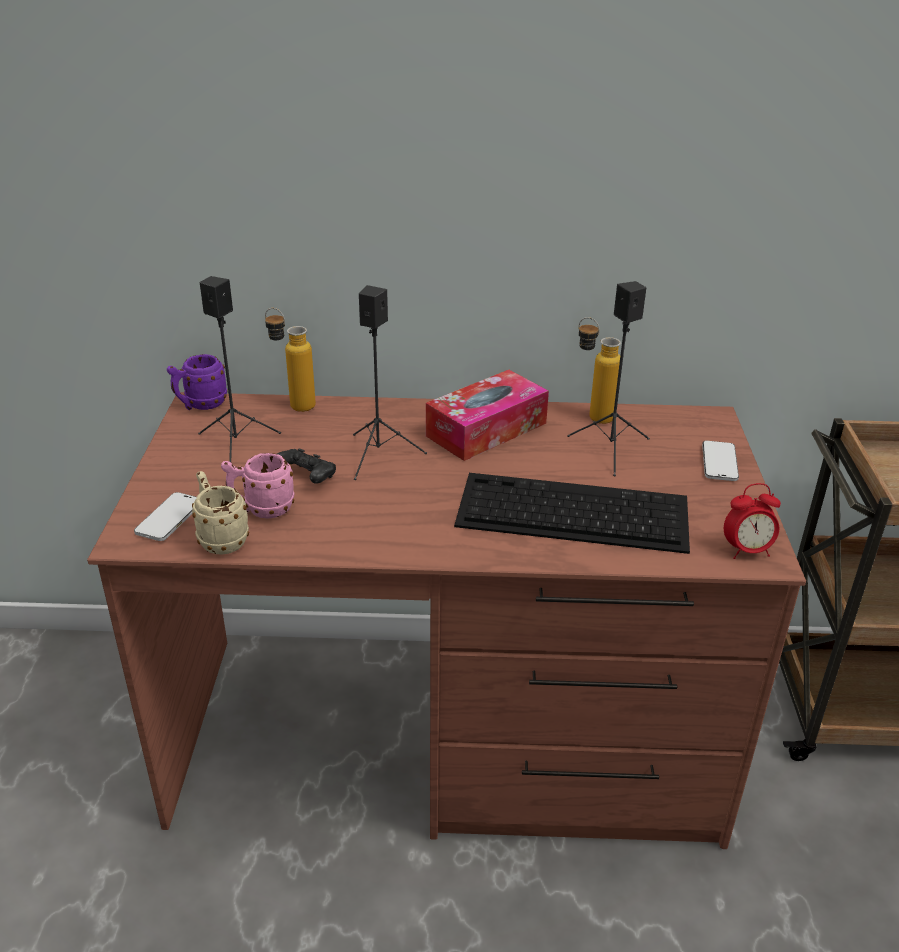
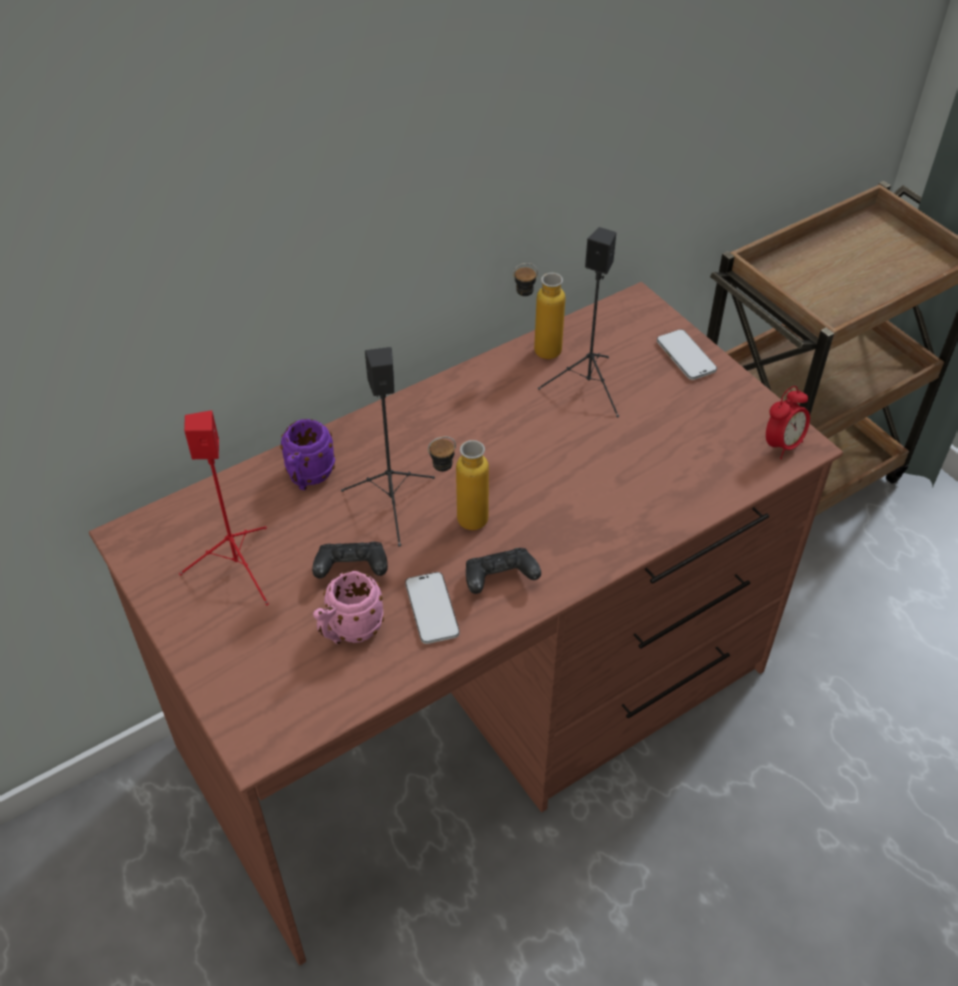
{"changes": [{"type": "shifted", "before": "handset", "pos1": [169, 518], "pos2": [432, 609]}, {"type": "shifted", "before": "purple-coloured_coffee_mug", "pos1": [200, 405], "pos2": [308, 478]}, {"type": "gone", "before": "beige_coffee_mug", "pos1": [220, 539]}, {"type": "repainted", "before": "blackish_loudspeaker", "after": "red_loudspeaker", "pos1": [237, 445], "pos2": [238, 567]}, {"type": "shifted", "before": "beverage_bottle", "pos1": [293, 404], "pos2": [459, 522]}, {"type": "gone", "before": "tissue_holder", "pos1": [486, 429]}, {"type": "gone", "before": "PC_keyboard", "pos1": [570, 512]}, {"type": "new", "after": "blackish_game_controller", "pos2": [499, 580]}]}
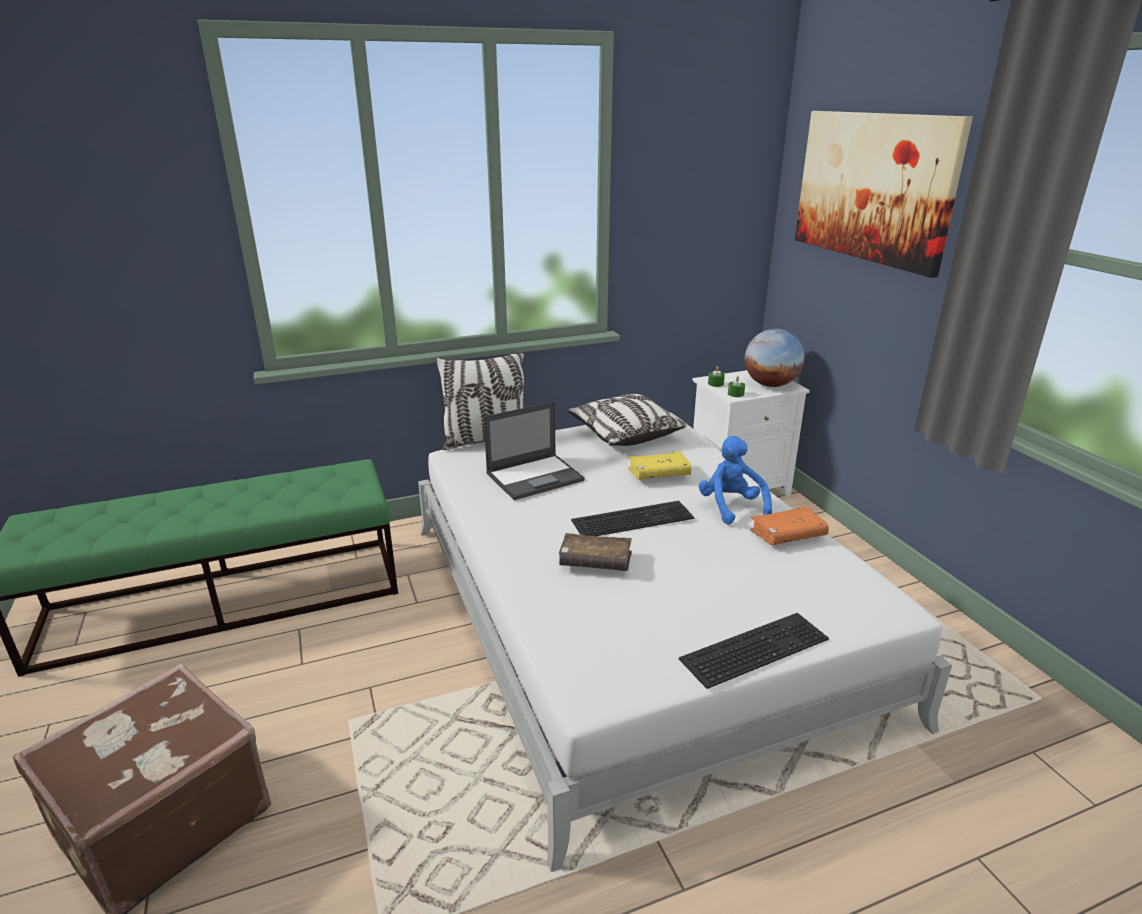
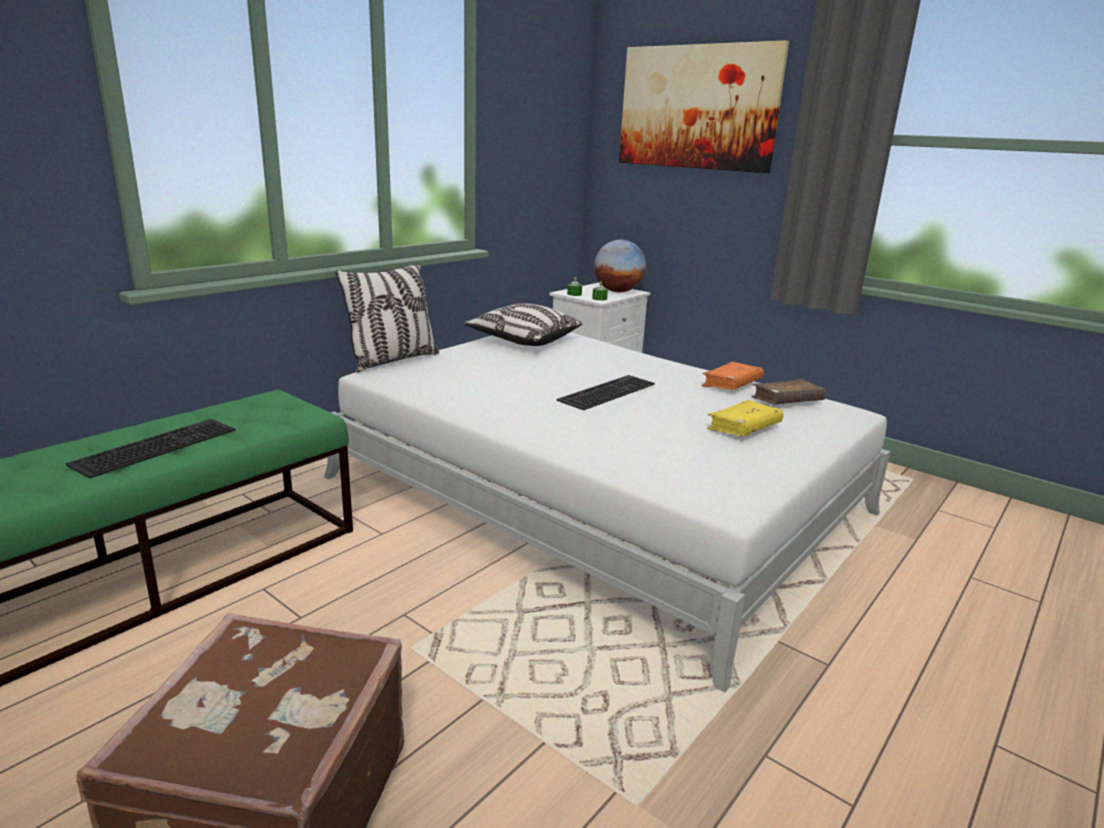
{"changes": [{"type": "gone", "before": "portable_computer", "pos1": [535, 476]}, {"type": "shifted", "before": "brownish_book", "pos1": [595, 561], "pos2": [787, 401]}, {"type": "shifted", "before": "yellow_book", "pos1": [658, 474], "pos2": [744, 428]}, {"type": "shifted", "before": "PC_keyboard", "pos1": [754, 646], "pos2": [156, 445]}, {"type": "gone", "before": "blue_plush_toy", "pos1": [731, 507]}]}
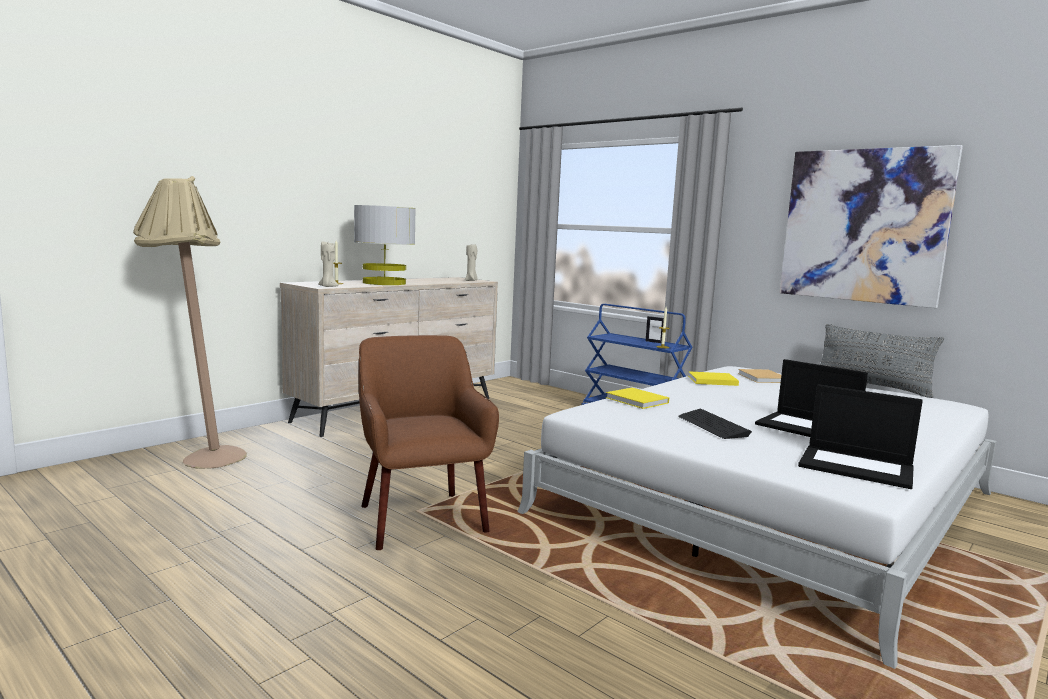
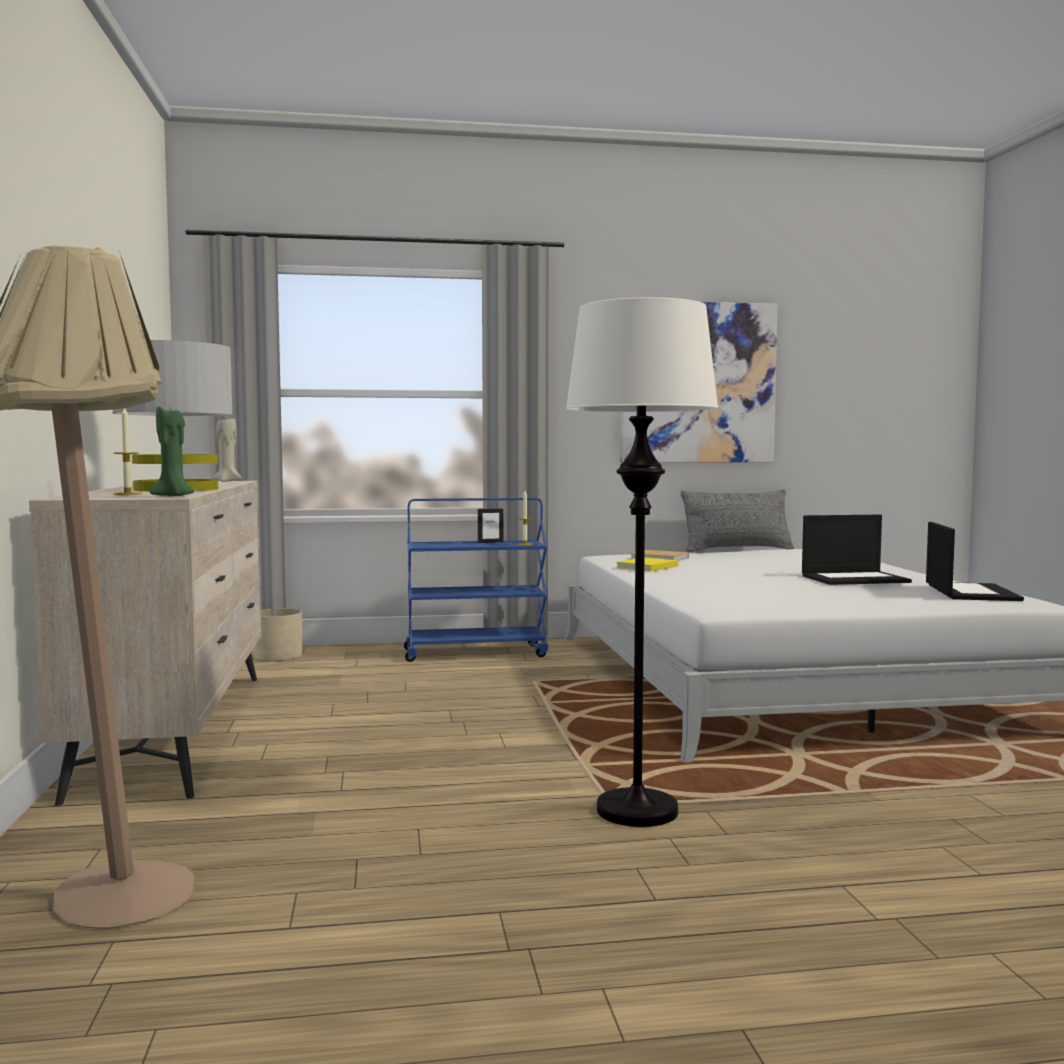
{"changes": [{"type": "repainted", "before": "beige_wax_light", "after": "greenish_wax_light", "pos1": [327, 287], "pos2": [173, 496]}, {"type": "swapped", "before": "brownish_armchair", "after": "white-coloured_standard_lamp", "pos1": [420, 518], "pos2": [636, 810]}, {"type": "gone", "before": "yellow_book", "pos1": [638, 401]}, {"type": "gone", "before": "PC_keyboard", "pos1": [712, 426]}, {"type": "rotated", "before": "portable_computer", "pos1": [857, 467], "pos2": [970, 592], "turn": -60}, {"type": "new", "after": "beige_planter", "pos2": [278, 656]}]}
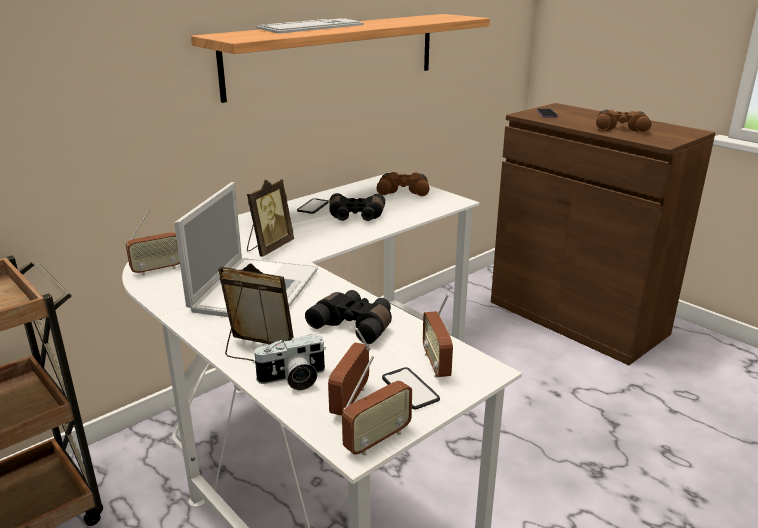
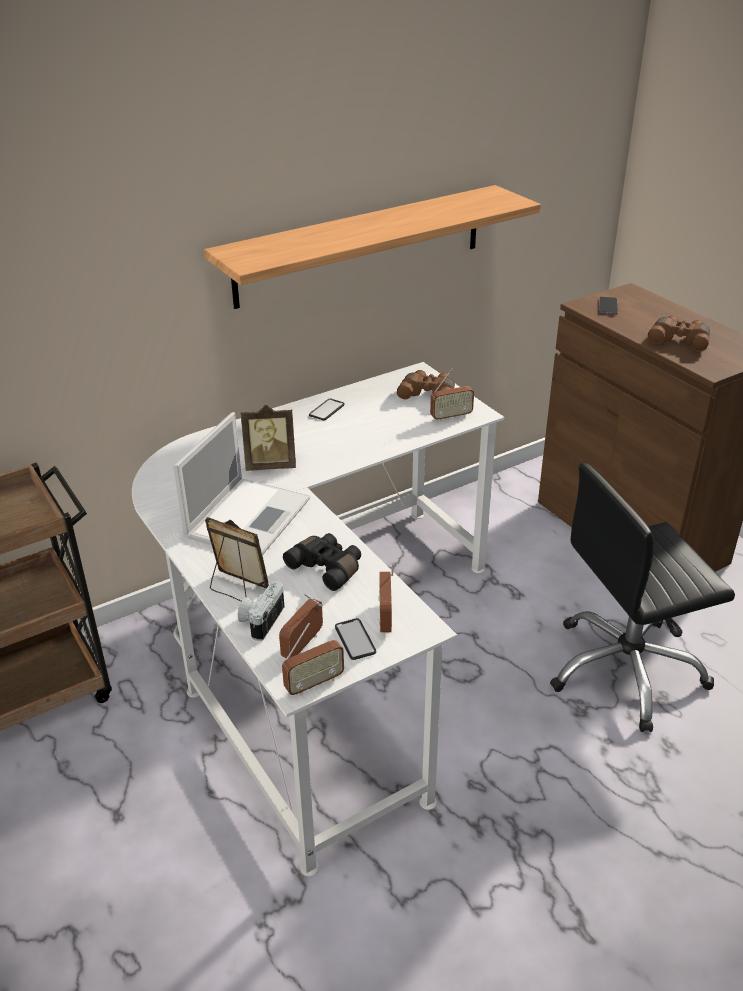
{"changes": [{"type": "shifted", "before": "radio", "pos1": [157, 269], "pos2": [451, 417]}, {"type": "rotated", "before": "standing_frame", "pos1": [269, 248], "pos2": [271, 465], "turn": 45}, {"type": "rotated", "before": "photo_camera", "pos1": [293, 380], "pos2": [261, 619], "turn": 120}, {"type": "gone", "before": "PC_keyboard", "pos1": [311, 27]}, {"type": "gone", "before": "blackish_pair_of_binoculars", "pos1": [356, 217]}, {"type": "new", "after": "blackish_computer_chair", "pos2": [626, 670]}]}
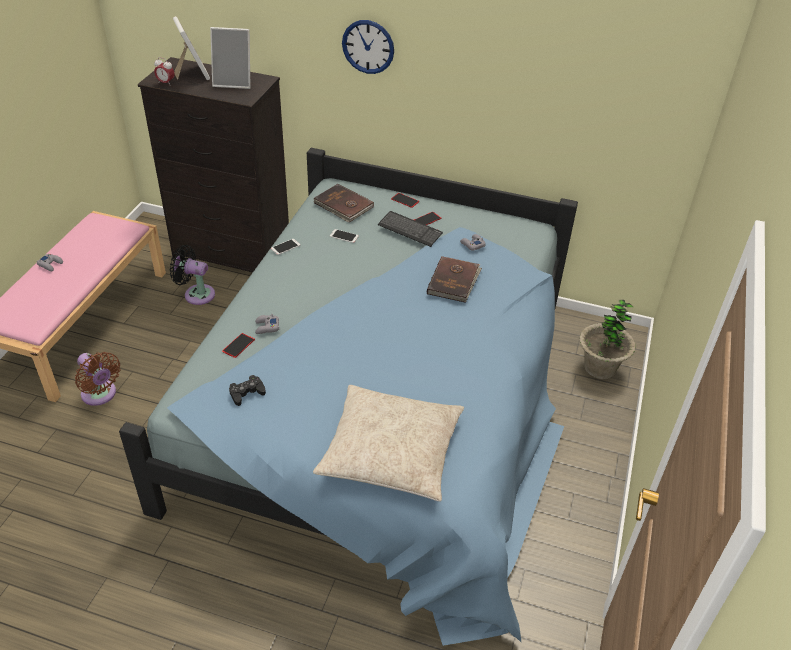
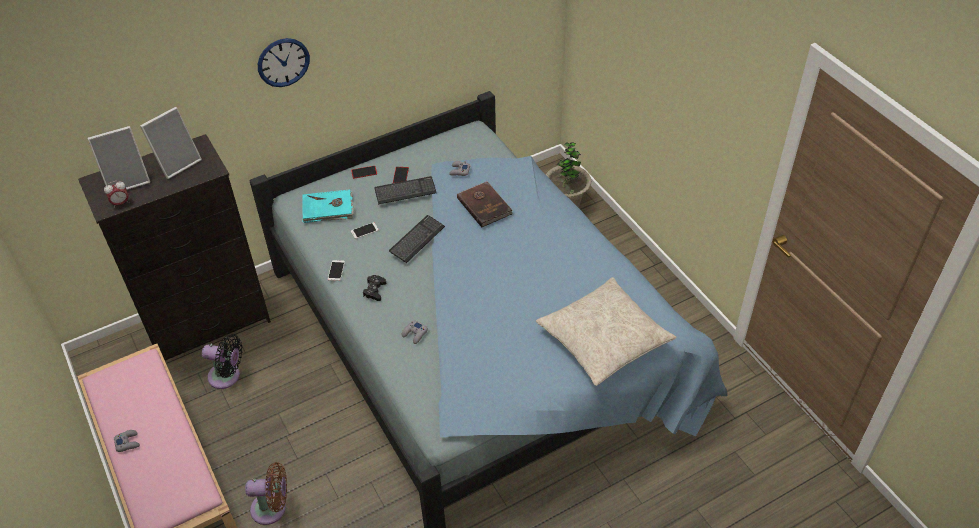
{"changes": [{"type": "rotated", "before": "blackish_fan", "pos1": [196, 294], "pos2": [227, 376], "turn": -135}, {"type": "rotated", "before": "standing_frame", "pos1": [192, 73], "pos2": [127, 180], "turn": 135}, {"type": "gone", "before": "handset", "pos1": [238, 345]}, {"type": "shifted", "before": "blackish_game_controller", "pos1": [247, 393], "pos2": [374, 290]}, {"type": "repainted", "before": "brownish_book", "after": "blue-green_book", "pos1": [343, 206], "pos2": [328, 209]}, {"type": "new", "after": "PC_keyboard", "pos2": [417, 240]}]}
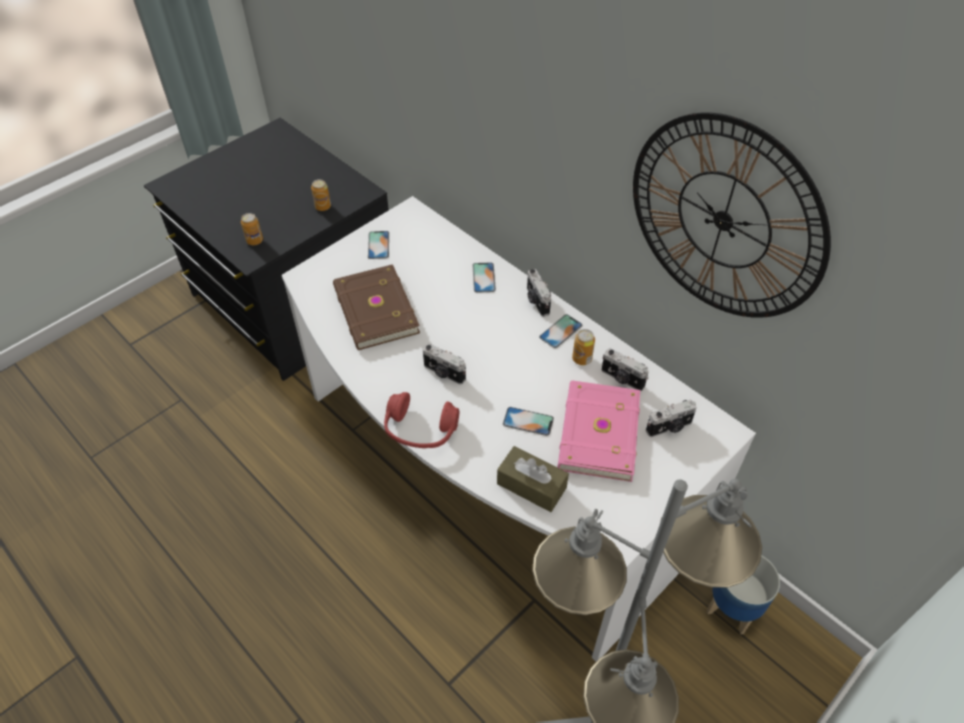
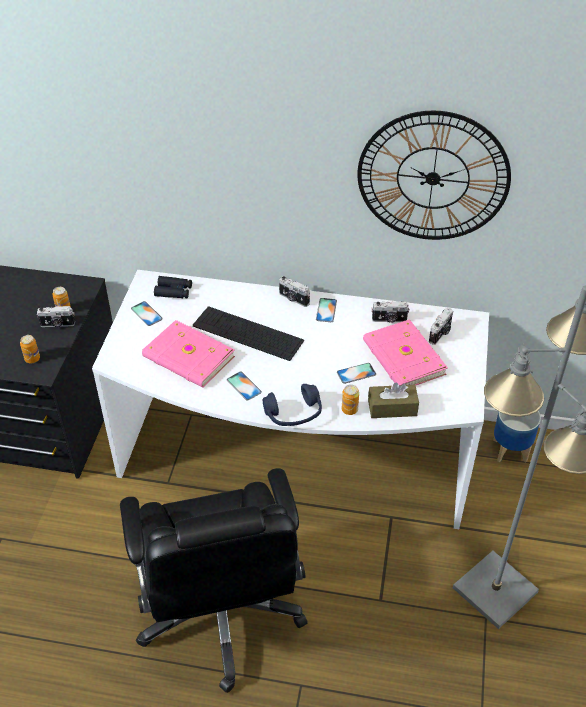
{"changes": [{"type": "repainted", "before": "brownish_book", "after": "pink-coloured_book", "pos1": [374, 311], "pos2": [188, 358]}, {"type": "repainted", "before": "red_pair_of_headphones", "after": "blue_pair_of_headphones", "pos1": [420, 430], "pos2": [293, 413]}, {"type": "shifted", "before": "photo_camera", "pos1": [443, 373], "pos2": [57, 325]}, {"type": "shifted", "before": "handset", "pos1": [483, 277], "pos2": [244, 386]}, {"type": "shifted", "before": "can", "pos1": [582, 359], "pos2": [349, 409]}, {"type": "new", "after": "blackish_computer_chair", "pos2": [221, 615]}, {"type": "new", "after": "blackish_pair_of_binoculars", "pos2": [173, 291]}, {"type": "new", "after": "PC_keyboard", "pos2": [248, 333]}]}
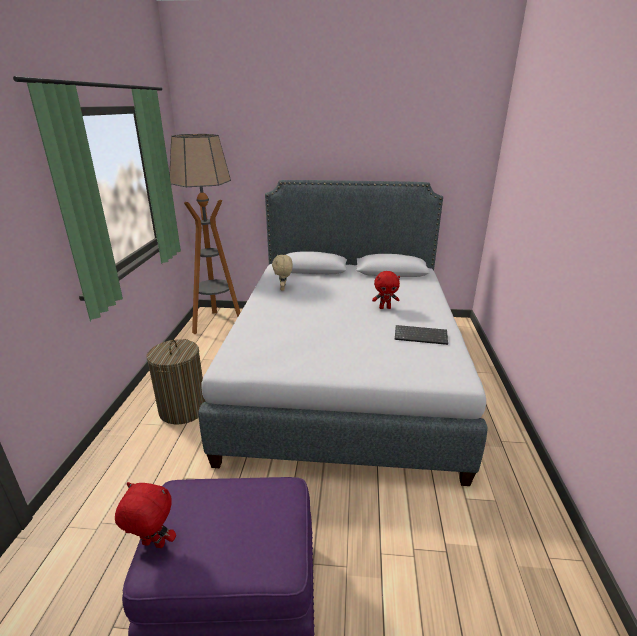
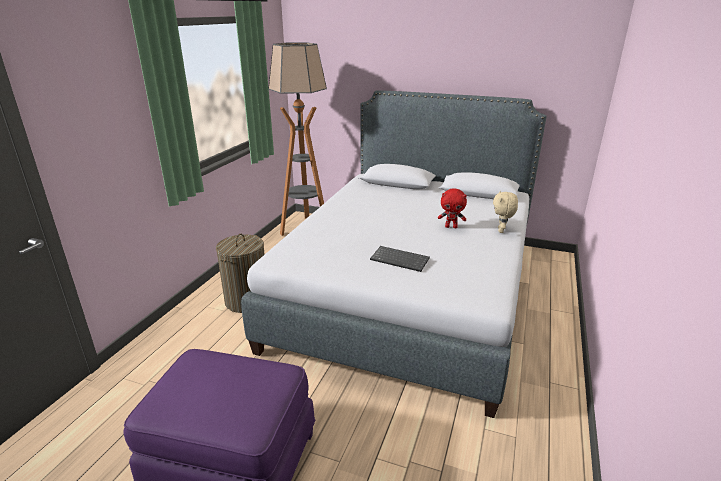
{"changes": [{"type": "gone", "before": "red_plush_toy", "pos1": [152, 545]}, {"type": "shifted", "before": "beige_plush_toy", "pos1": [283, 288], "pos2": [501, 230]}, {"type": "shifted", "before": "PC_keyboard", "pos1": [421, 336], "pos2": [400, 259]}]}
